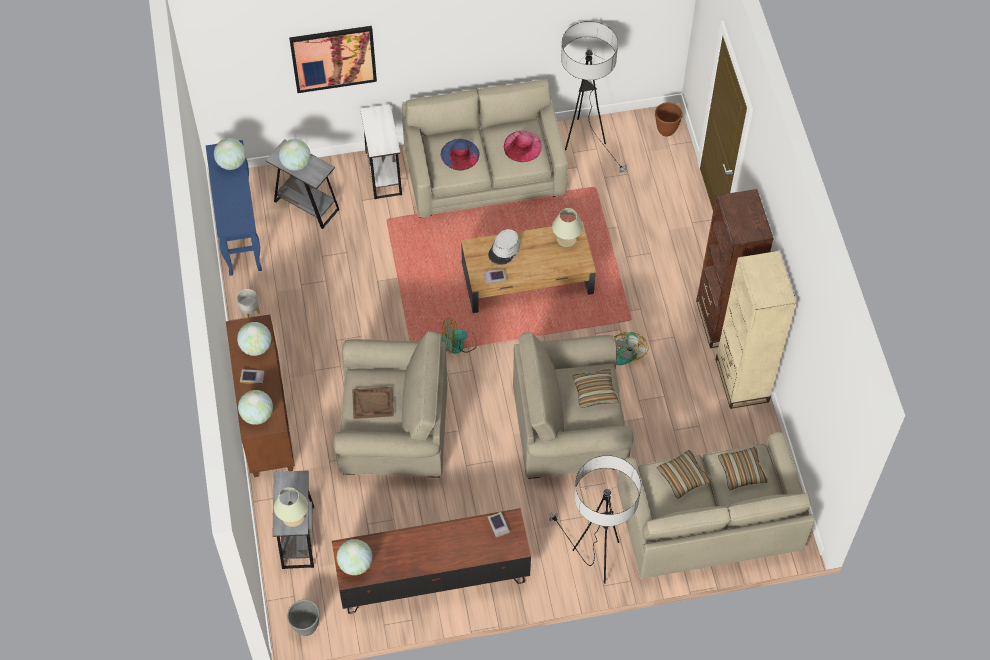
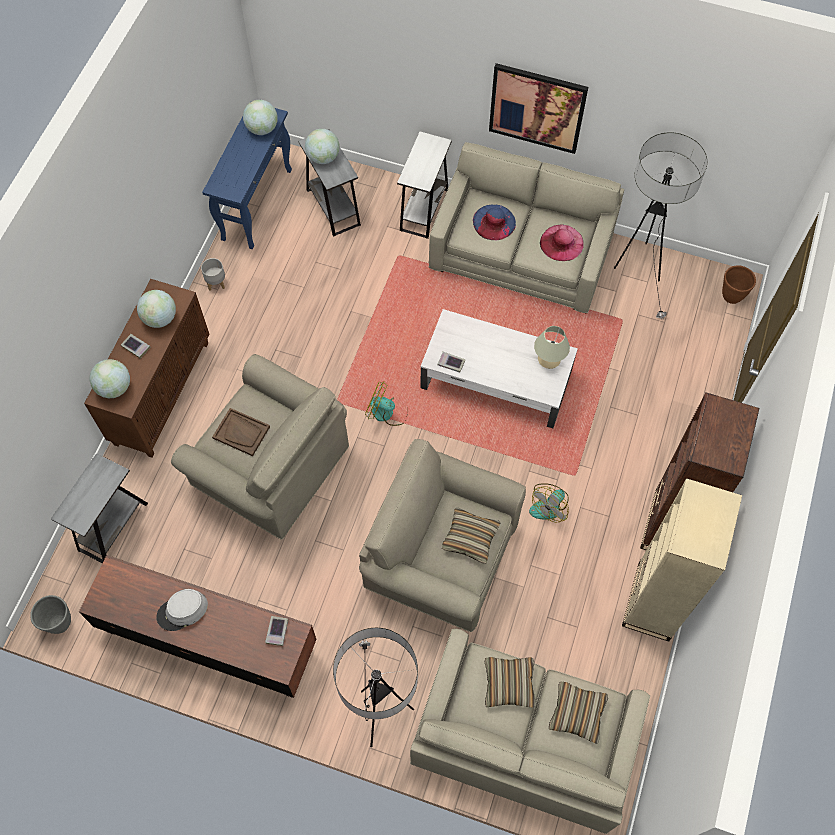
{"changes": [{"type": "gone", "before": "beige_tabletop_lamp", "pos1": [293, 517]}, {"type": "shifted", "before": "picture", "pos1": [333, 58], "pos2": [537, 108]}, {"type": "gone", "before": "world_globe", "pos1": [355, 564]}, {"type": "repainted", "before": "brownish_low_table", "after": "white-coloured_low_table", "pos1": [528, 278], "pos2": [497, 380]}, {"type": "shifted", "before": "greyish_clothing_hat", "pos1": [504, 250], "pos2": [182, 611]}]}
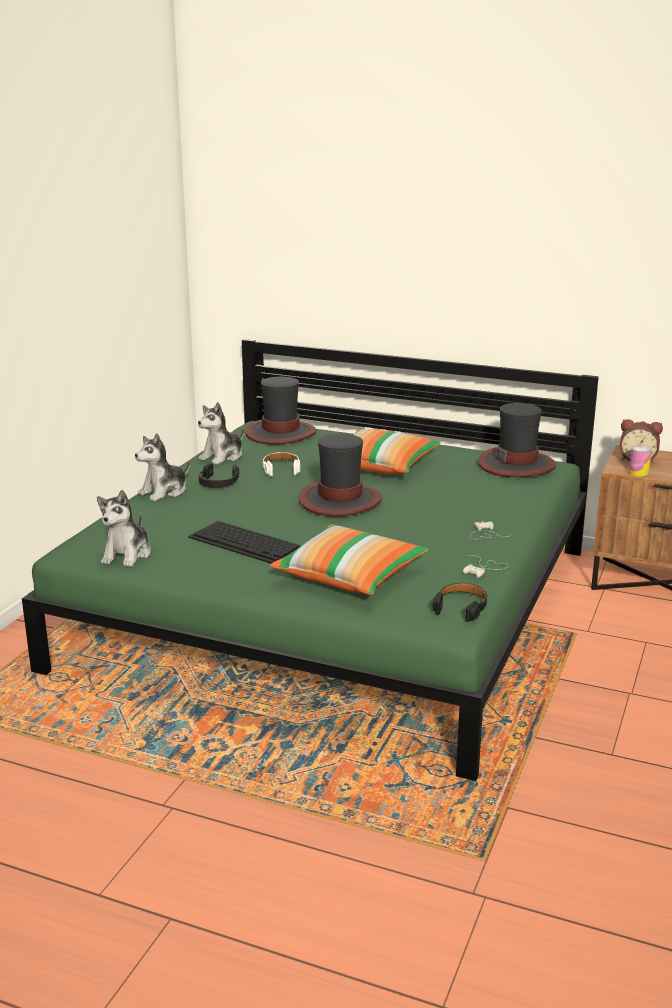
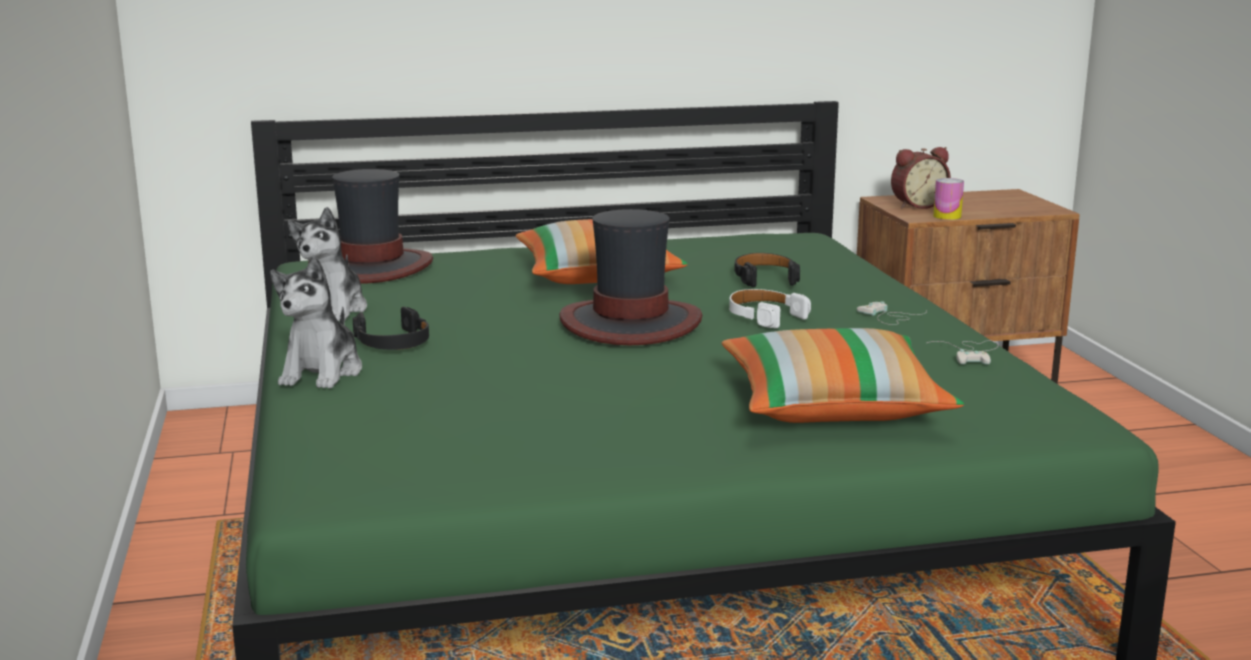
{"changes": [{"type": "gone", "before": "plush_toy", "pos1": [127, 554]}, {"type": "gone", "before": "PC_keyboard", "pos1": [247, 542]}, {"type": "shifted", "before": "white-coloured_pair_of_headphones", "pos1": [281, 469], "pos2": [764, 316]}, {"type": "shifted", "before": "blackish_pair_of_headphones", "pos1": [461, 607], "pos2": [765, 278]}, {"type": "gone", "before": "clothing_hat", "pos1": [517, 464]}]}
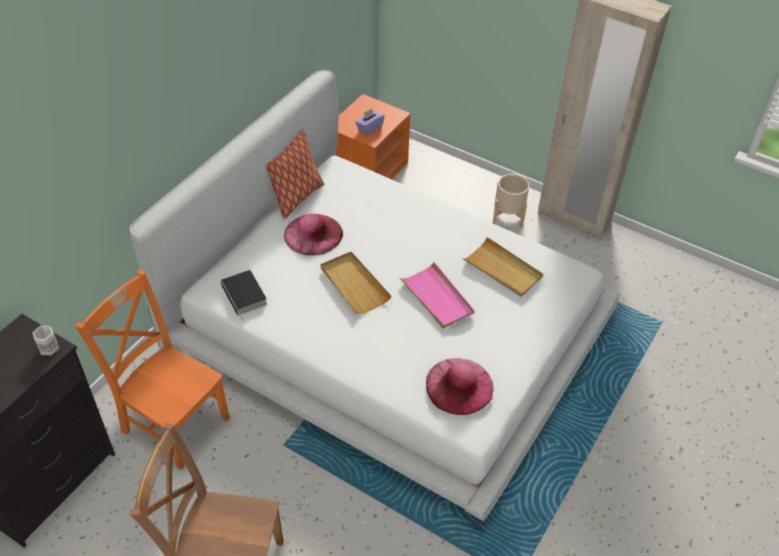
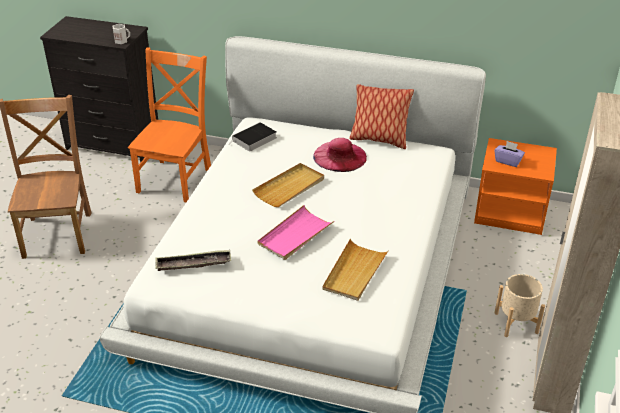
{"changes": [{"type": "swapped", "before": "pink-coloured_clothing_hat", "after": "serving_tray", "pos1": [459, 386], "pos2": [193, 264]}]}
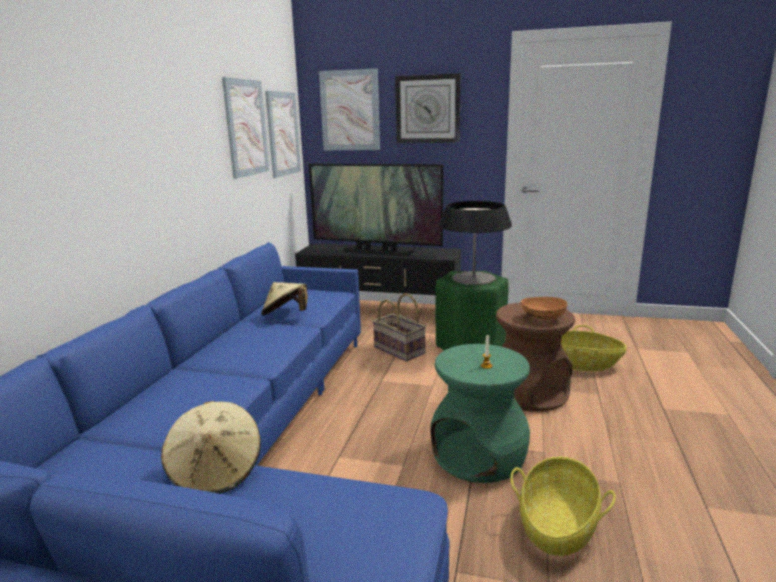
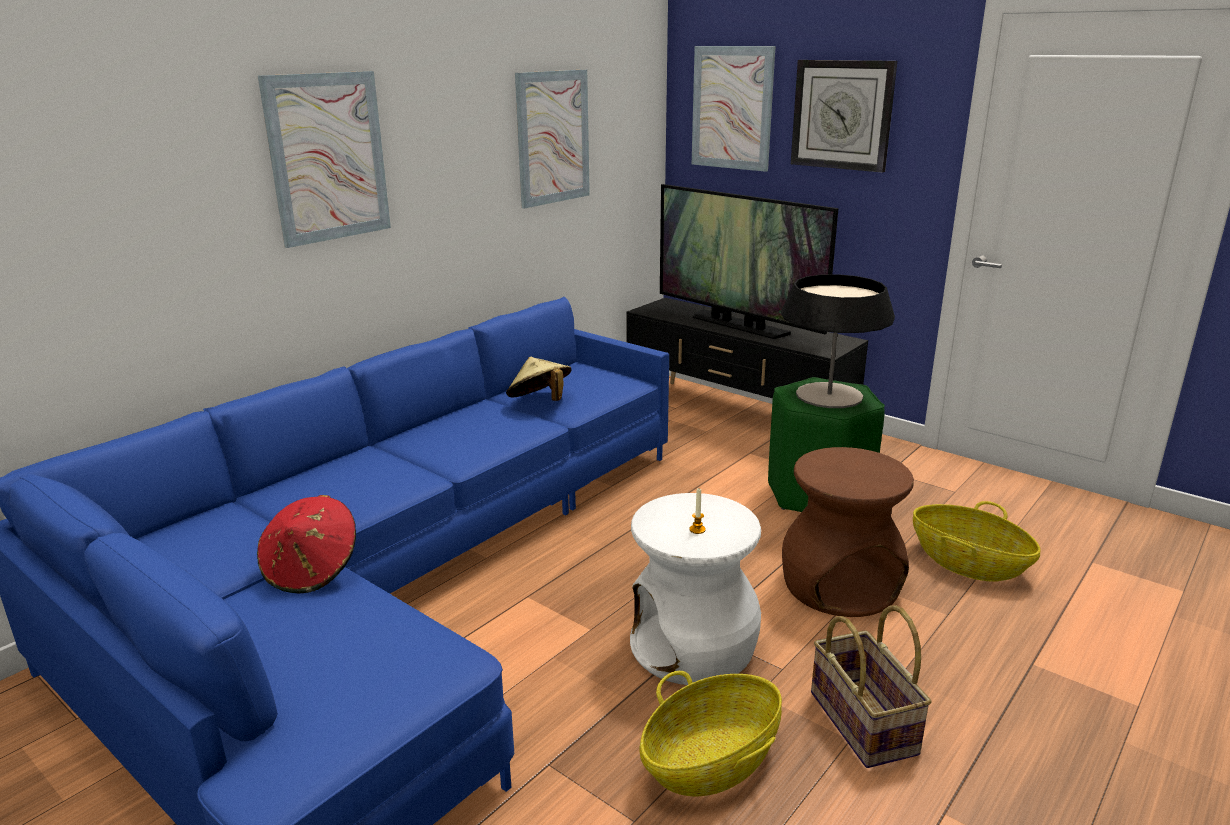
{"changes": [{"type": "repainted", "before": "beige_clothing_hat", "after": "red_clothing_hat", "pos1": [216, 471], "pos2": [312, 570]}, {"type": "shifted", "before": "picture", "pos1": [283, 134], "pos2": [328, 158]}, {"type": "shifted", "before": "household_basket", "pos1": [400, 350], "pos2": [865, 723]}, {"type": "repainted", "before": "greenish_stool", "after": "white-coloured_stool", "pos1": [479, 455], "pos2": [693, 646]}, {"type": "gone", "before": "orangey_serving_bowl", "pos1": [542, 318]}]}
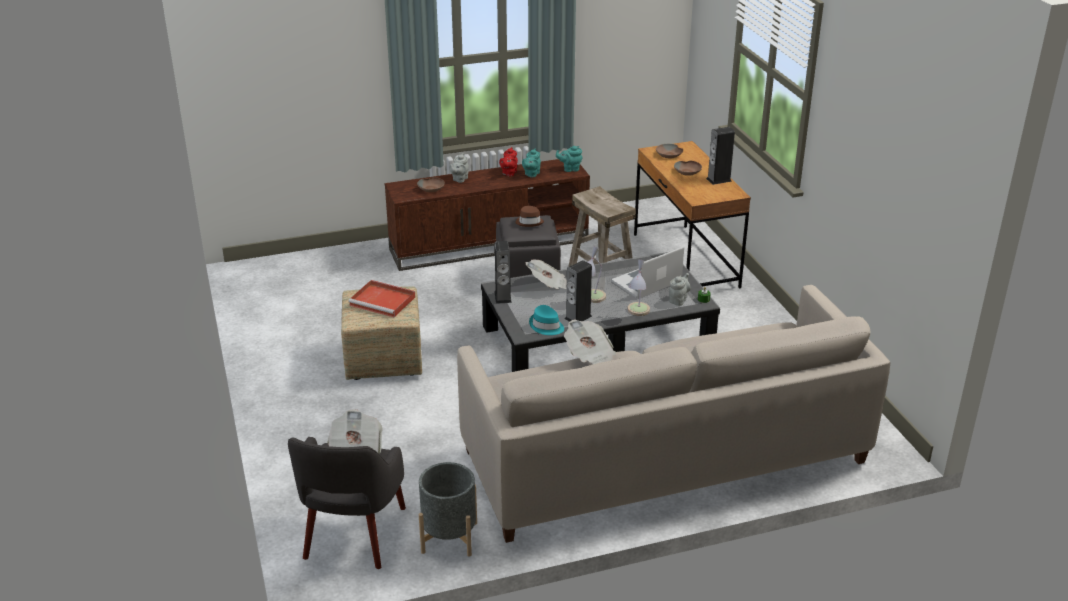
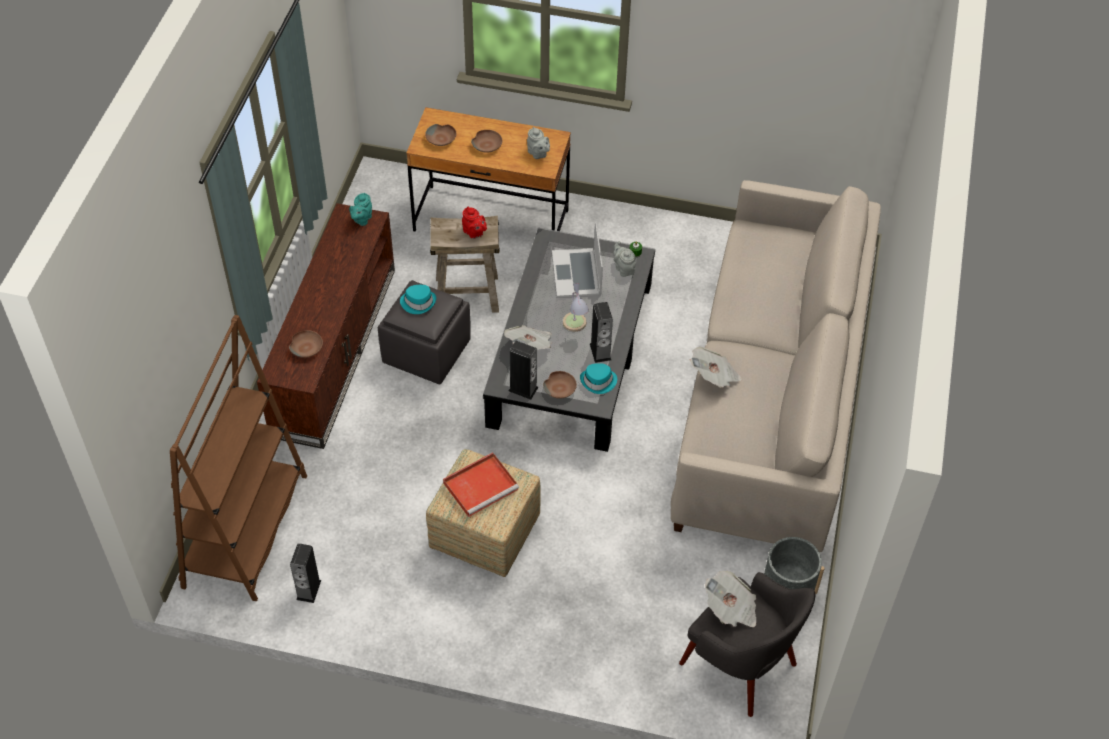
{"changes": [{"type": "shifted", "before": "greyish_tea_pot", "pos1": [459, 179], "pos2": [538, 154]}, {"type": "shifted", "before": "red_tea_pot", "pos1": [509, 173], "pos2": [474, 233]}, {"type": "repainted", "before": "brownish_clothing_hat", "after": "blue-green_clothing_hat", "pos1": [529, 222], "pos2": [418, 302]}, {"type": "gone", "before": "blue-green_tea_pot", "pos1": [531, 174]}, {"type": "gone", "before": "tabletop_lamp", "pos1": [637, 312]}, {"type": "shifted", "before": "loudspeaker", "pos1": [718, 180], "pos2": [308, 589]}, {"type": "new", "after": "brownish_bookcase", "pos2": [246, 530]}, {"type": "new", "after": "brownish_serving_bowl", "pos2": [560, 388]}]}
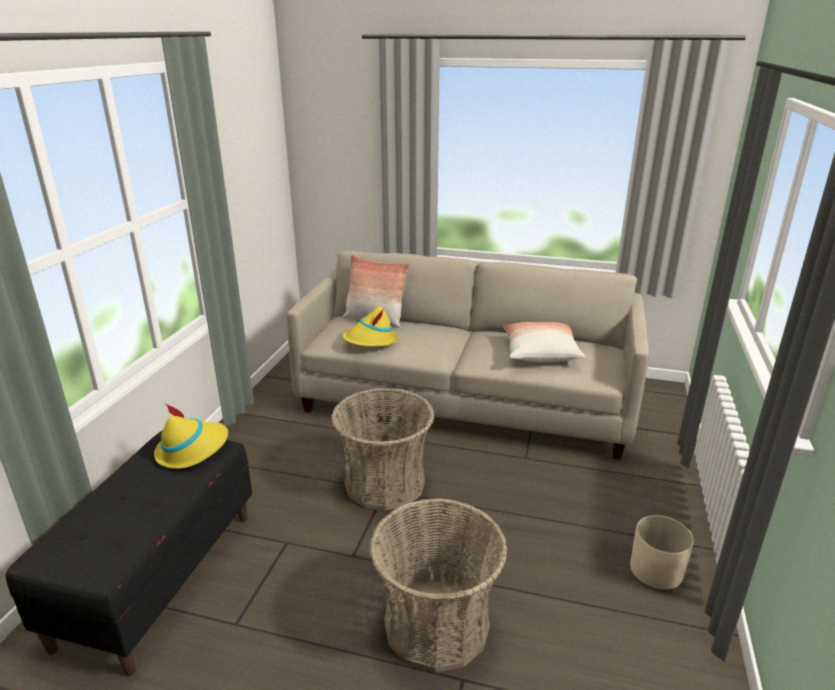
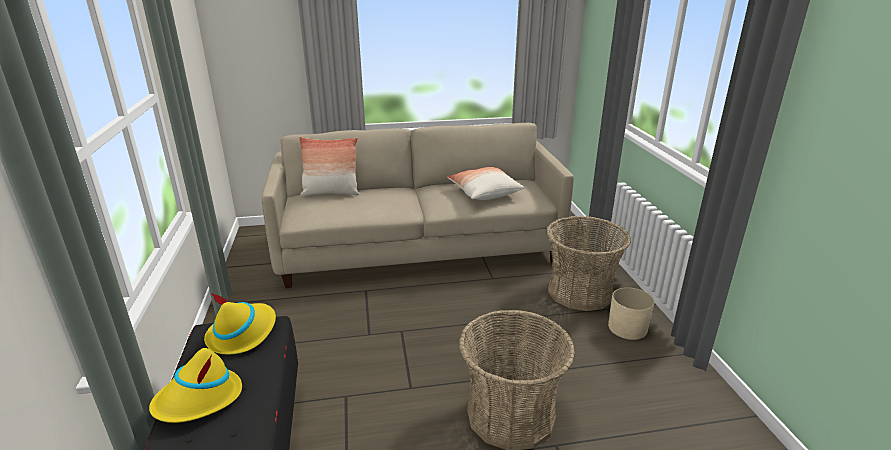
{"changes": [{"type": "shifted", "before": "household_basket", "pos1": [384, 483], "pos2": [580, 292]}, {"type": "shifted", "before": "yellow_clothing_hat", "pos1": [371, 341], "pos2": [199, 400]}]}
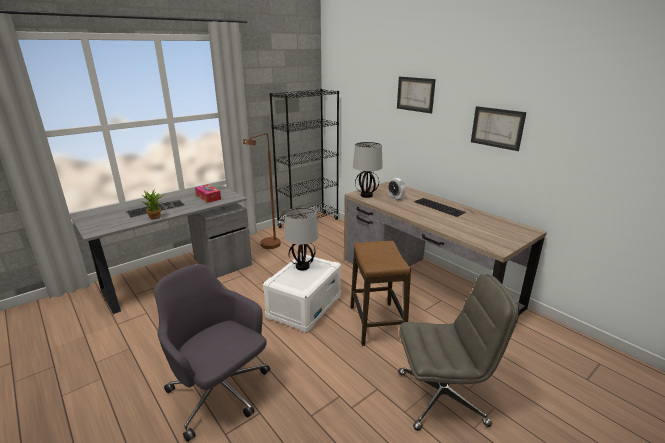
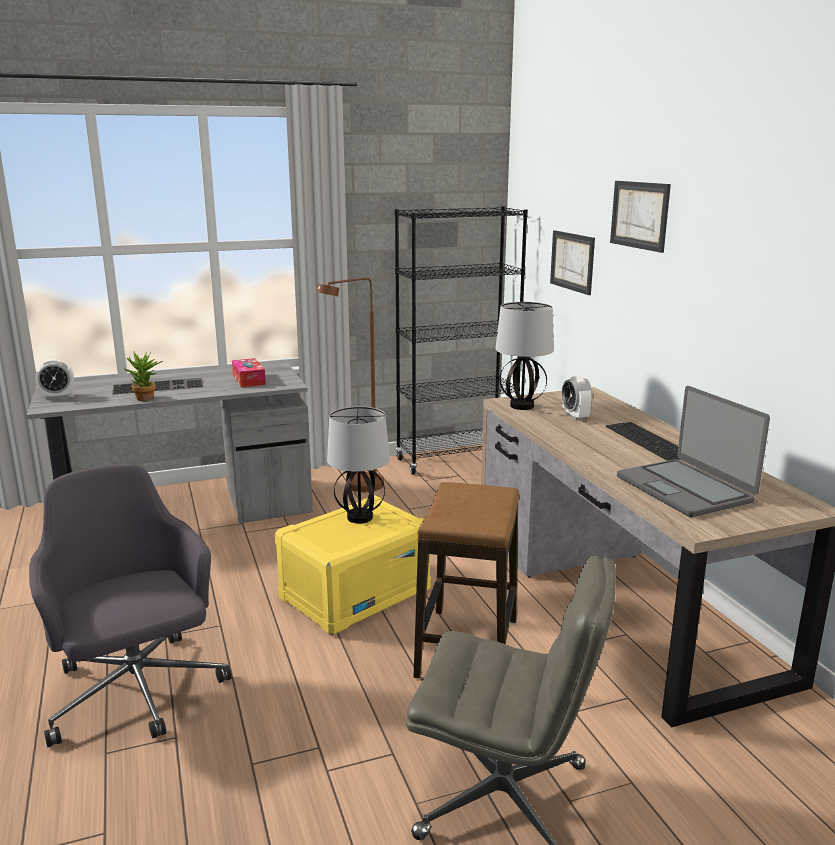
{"changes": [{"type": "repainted", "before": "white-coloured_storage_bin", "after": "yellow_storage_bin", "pos1": [304, 306], "pos2": [355, 593]}, {"type": "shifted", "before": "picture", "pos1": [497, 128], "pos2": [572, 261]}, {"type": "new", "after": "alarm_clock", "pos2": [57, 397]}, {"type": "new", "after": "portable_computer", "pos2": [685, 489]}]}
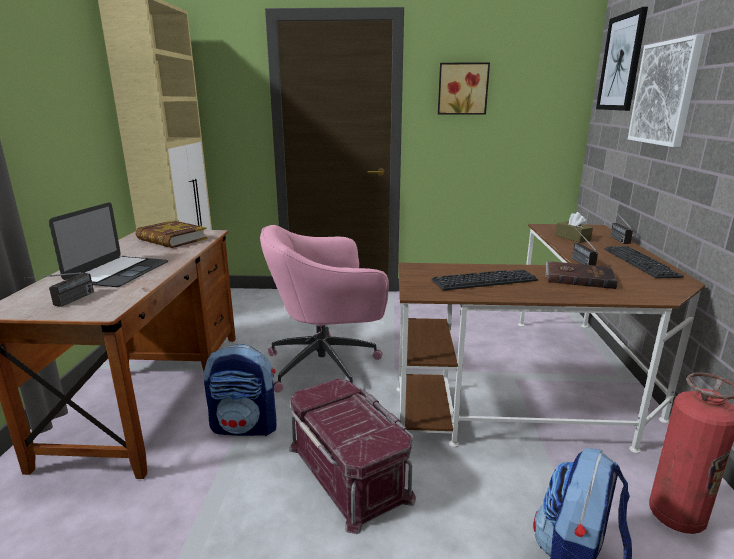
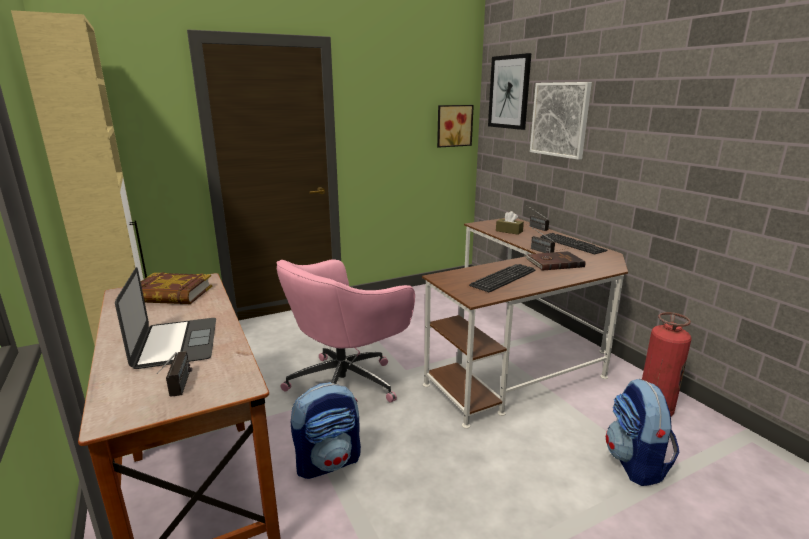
{"changes": [{"type": "gone", "before": "red_storage_bin", "pos1": [350, 471]}, {"type": "shifted", "before": "picture", "pos1": [462, 89], "pos2": [453, 125]}]}
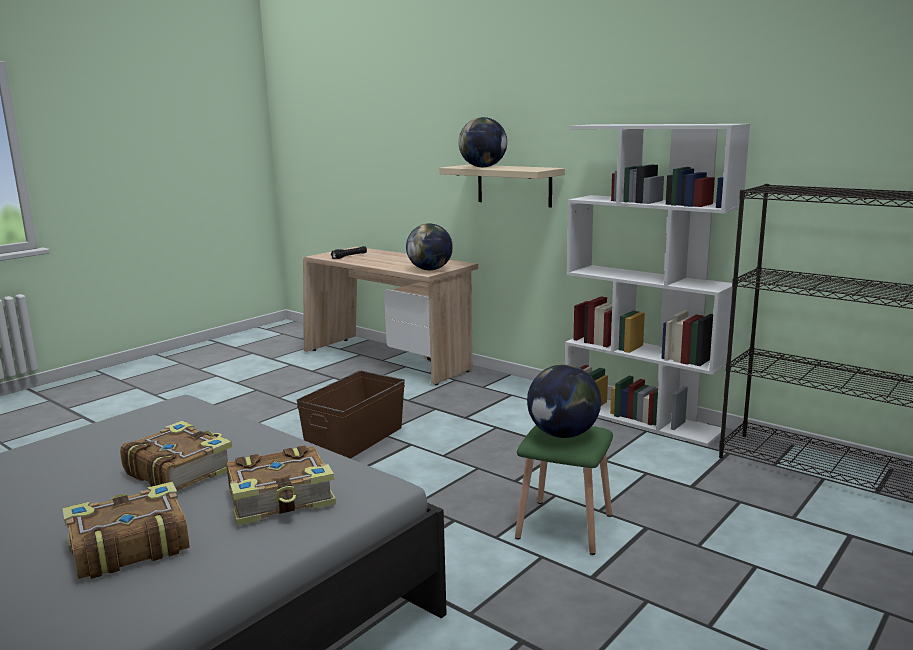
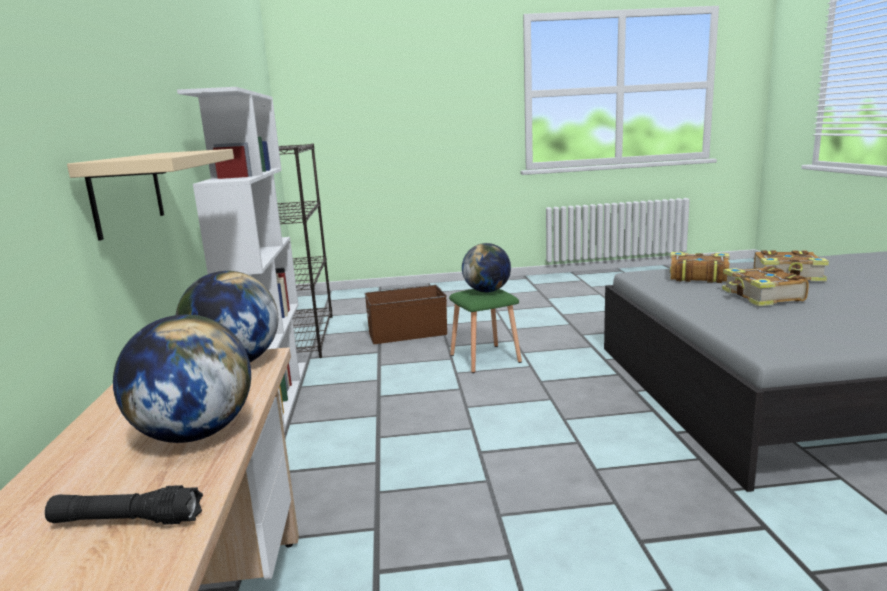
{"changes": [{"type": "shifted", "before": "brownish_storage_bin", "pos1": [356, 440], "pos2": [407, 333]}, {"type": "shifted", "before": "world_globe", "pos1": [483, 167], "pos2": [195, 434]}]}
